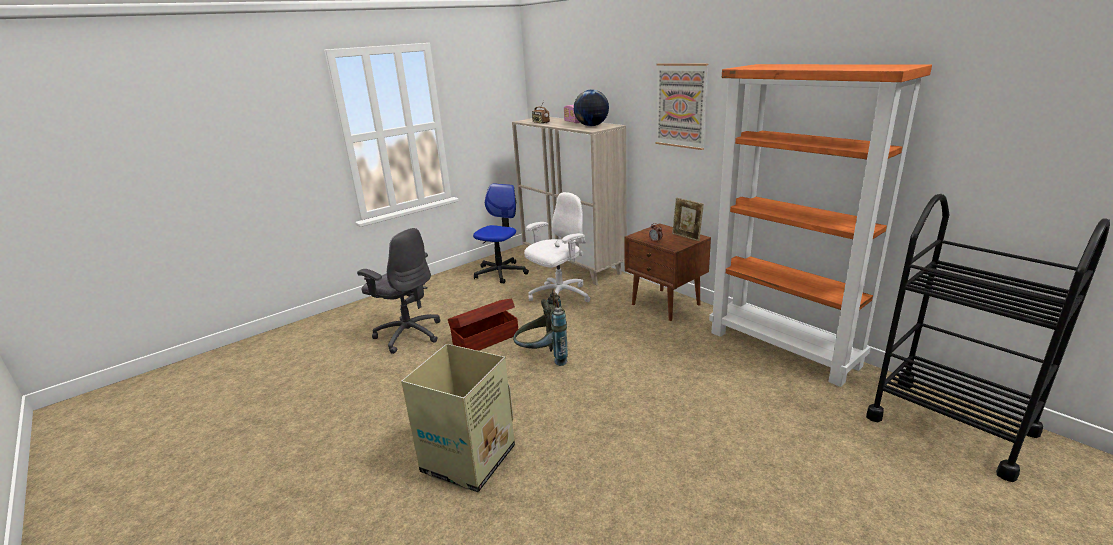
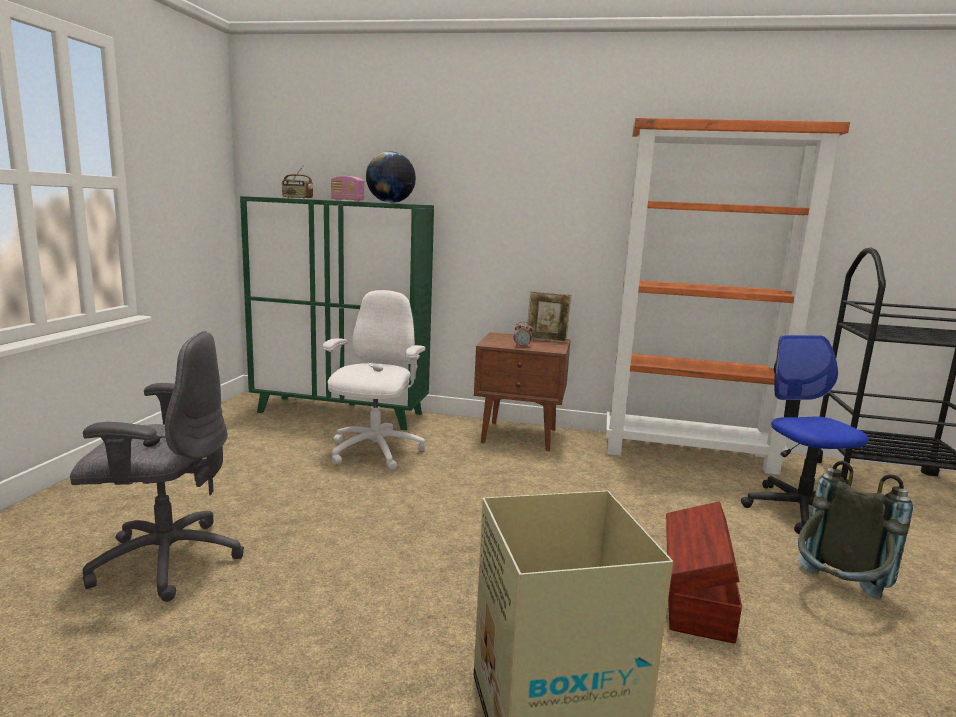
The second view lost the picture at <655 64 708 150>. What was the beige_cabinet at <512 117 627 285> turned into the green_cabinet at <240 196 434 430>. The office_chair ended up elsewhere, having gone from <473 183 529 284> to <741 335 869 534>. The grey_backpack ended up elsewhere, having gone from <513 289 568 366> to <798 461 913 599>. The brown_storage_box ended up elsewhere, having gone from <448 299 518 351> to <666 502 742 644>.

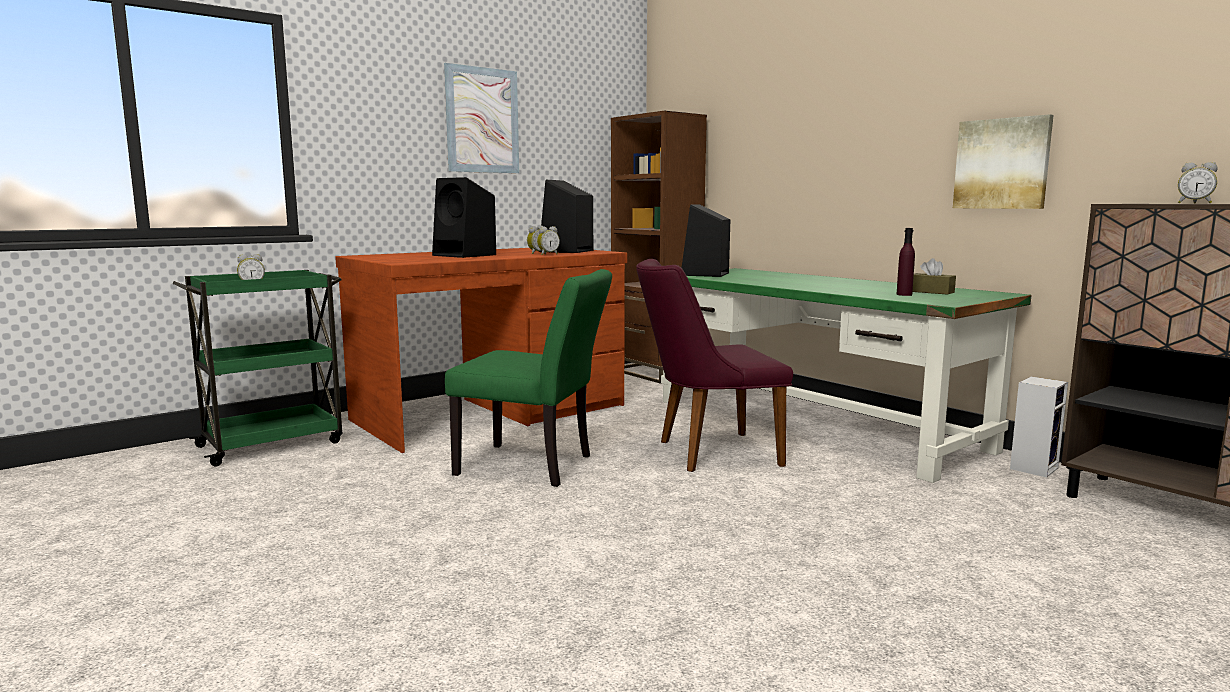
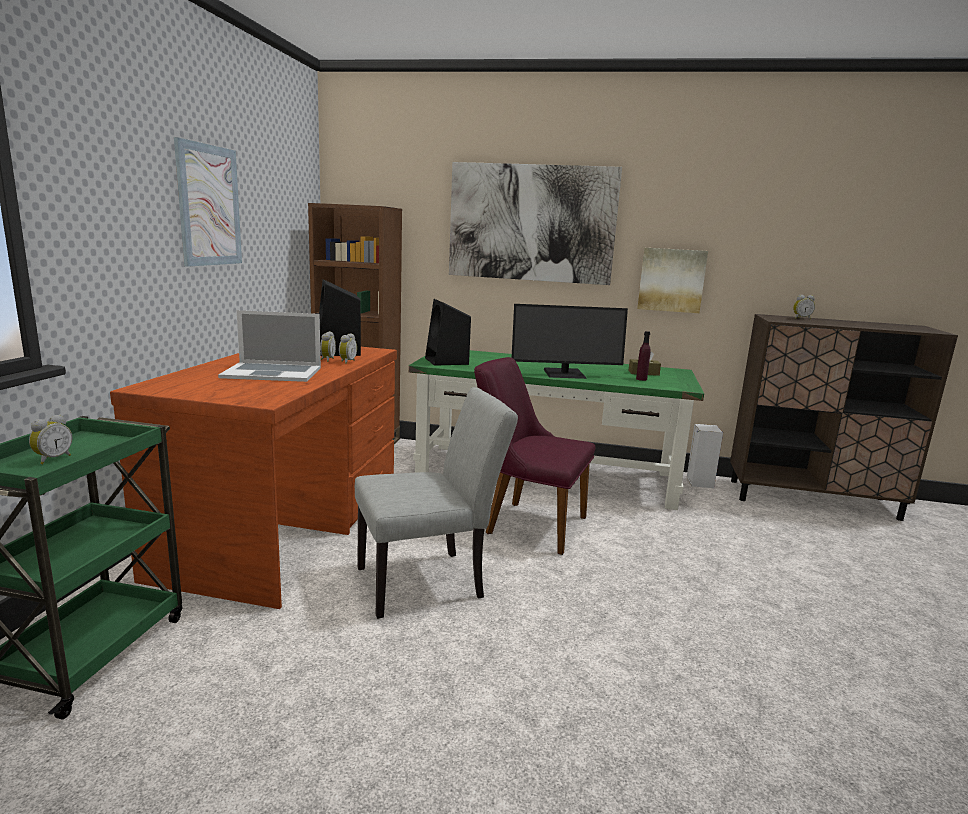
Where the black_speaker stood at <432 177 496 258>, the laptop came to stand at <218 310 321 382>. The purple_chair at <636 259 793 472> ended up facing another way, 75 degrees clockwise from before. What was the green_chair at <445 269 612 487> turned into the grey_chair at <355 387 518 619>. The second view gained the picture at <449 162 622 285>. The second view gained the monitor at <512 304 628 379>.

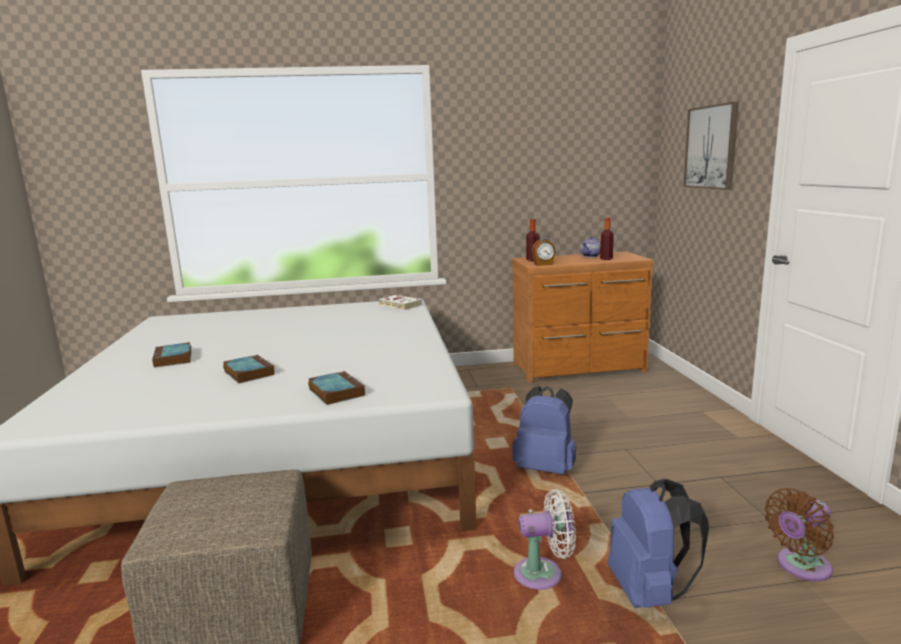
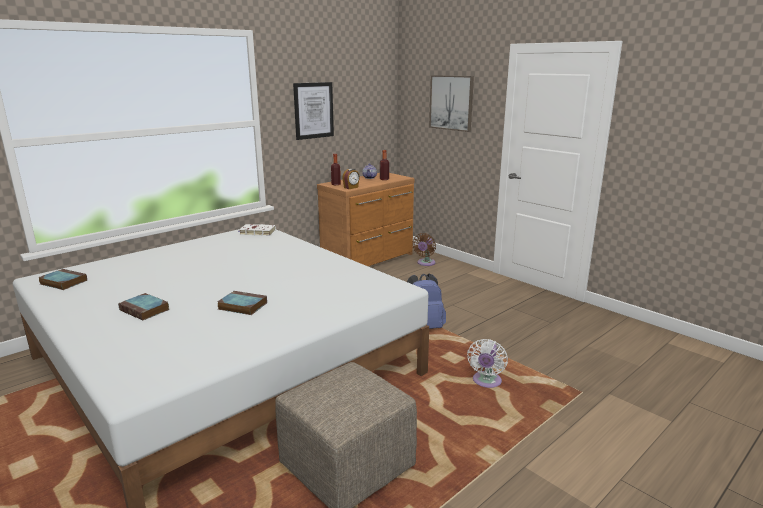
The book ended up elsewhere, having gone from <308 371 365 405> to <38 269 87 290>. The second view lost the blue_backpack at <608 479 709 608>. The brown_fan ended up elsewhere, having gone from <764 488 834 581> to <412 233 436 266>. The white_fan at <514 489 576 590> ended up facing another way, 150 degrees clockwise from before. The second view gained the picture at <293 82 334 140>.

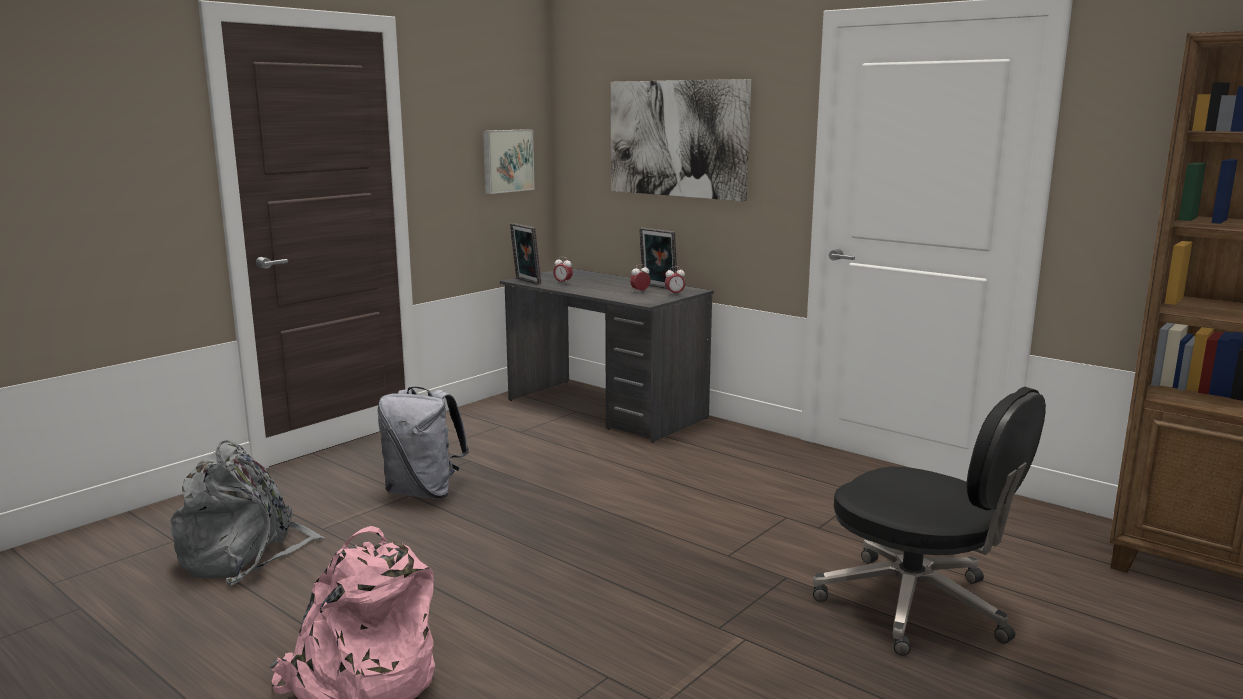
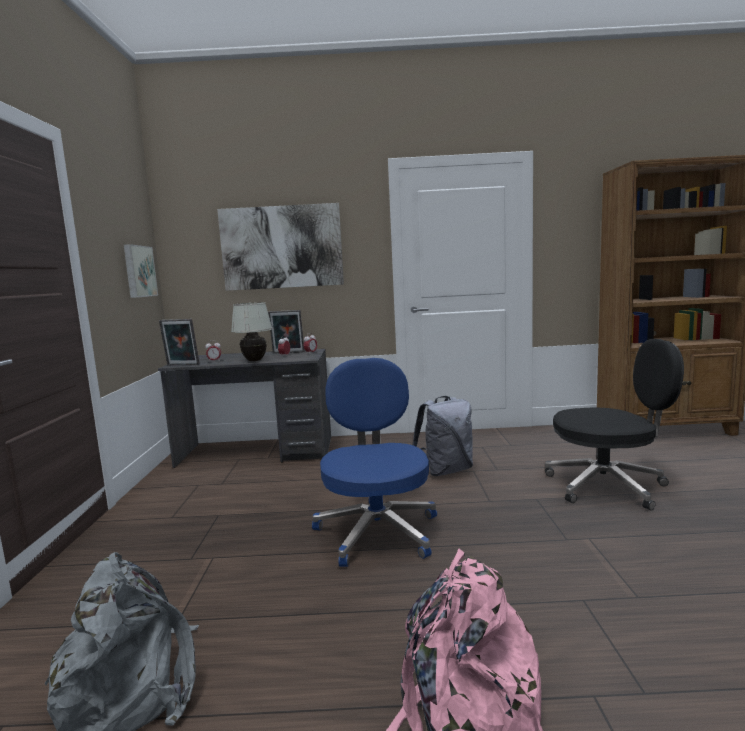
The grey_backpack ended up elsewhere, having gone from <377 387 469 499> to <412 396 473 476>. The second view gained the white_table_lamp at <231 302 272 361>. The second view gained the blue_office_chair at <312 358 437 567>.

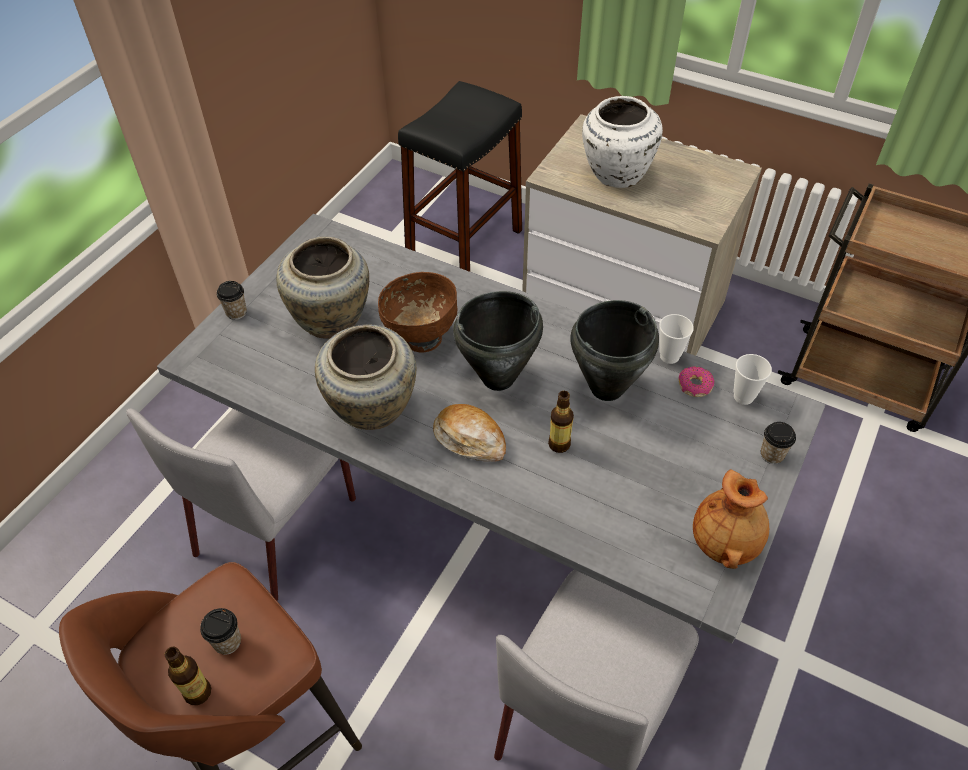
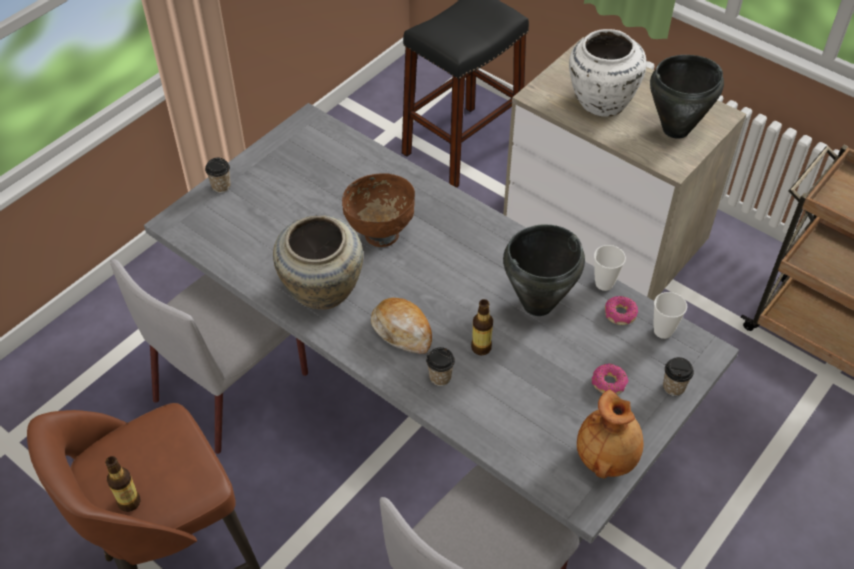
The second view lost the beige_vase at <276 237 369 339>. The black_cooking_pot ended up elsewhere, having gone from <453 291 543 391> to <650 55 724 139>. The cup ended up elsewhere, having gone from <200 608 241 655> to <426 347 455 386>. The second view gained the donut at <592 364 628 395>.

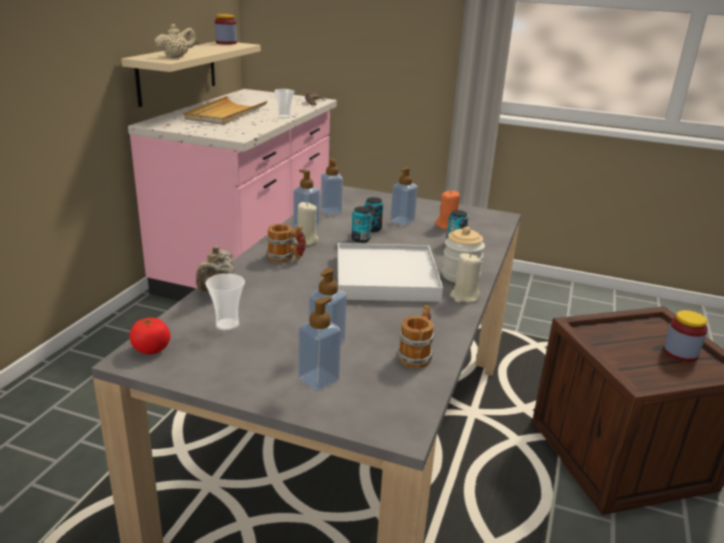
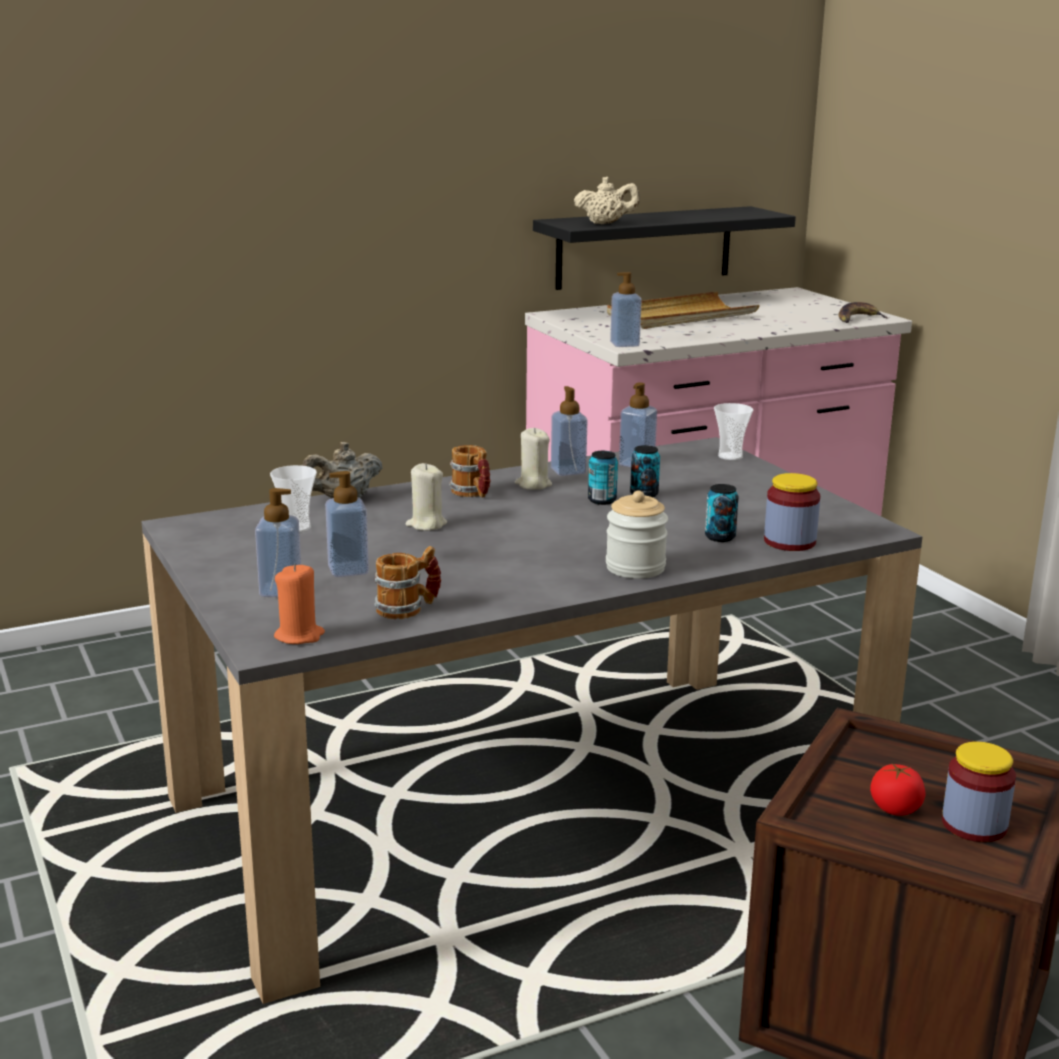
The jar ended up elsewhere, having gone from <215 14 237 45> to <764 473 820 551>. What was the beige_shelf at <121 42 261 107> turned into the black_shelf at <533 206 796 290>. The cup ended up elsewhere, having gone from <274 89 295 118> to <714 403 753 460>. The soap_dispenser ended up elsewhere, having gone from <390 167 418 225> to <610 272 642 347>. The orange_candle ended up elsewhere, having gone from <436 190 460 229> to <274 564 325 644>. The second view lost the white_tray at <337 243 443 302>. The beige_candle ended up elsewhere, having gone from <450 253 482 303> to <406 463 447 531>. The tomato ended up elsewhere, having gone from <129 318 170 355> to <870 764 925 816>.

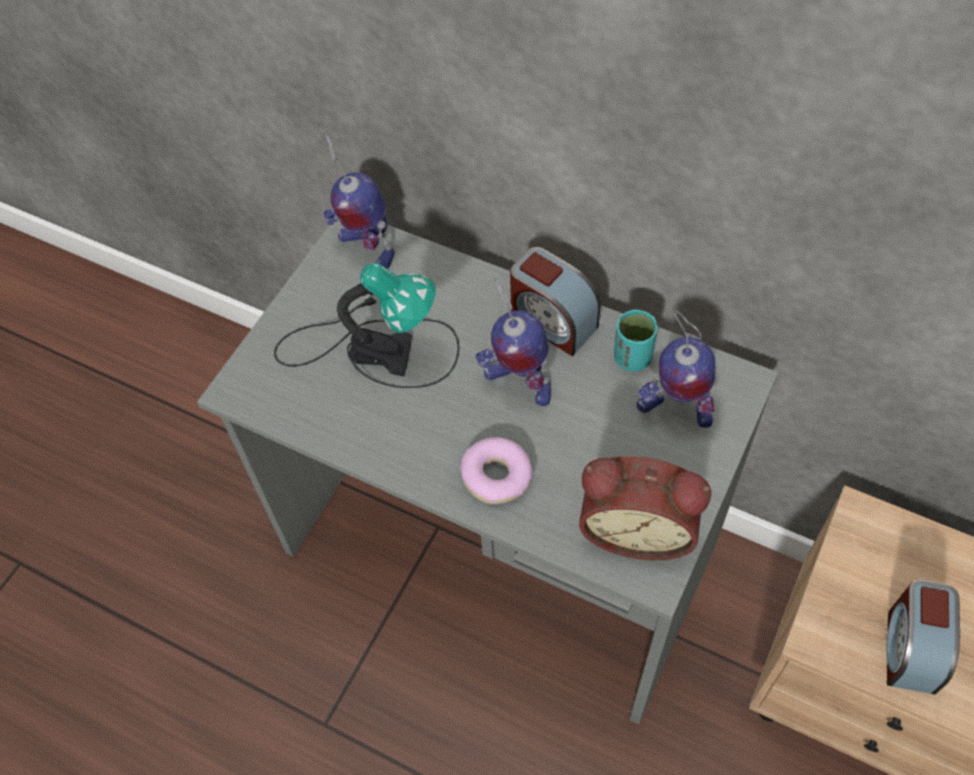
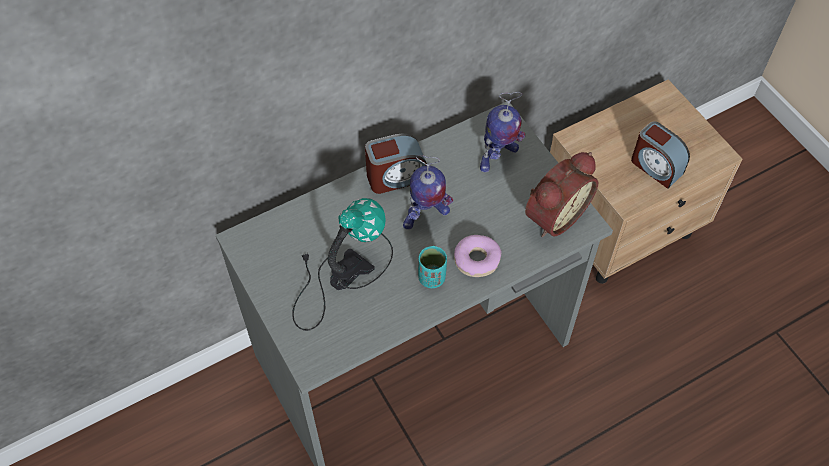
The second view lost the toy_robot at <323 133 395 269>. The turquoise_cup ended up elsewhere, having gone from <614 310 658 371> to <418 246 447 288>.

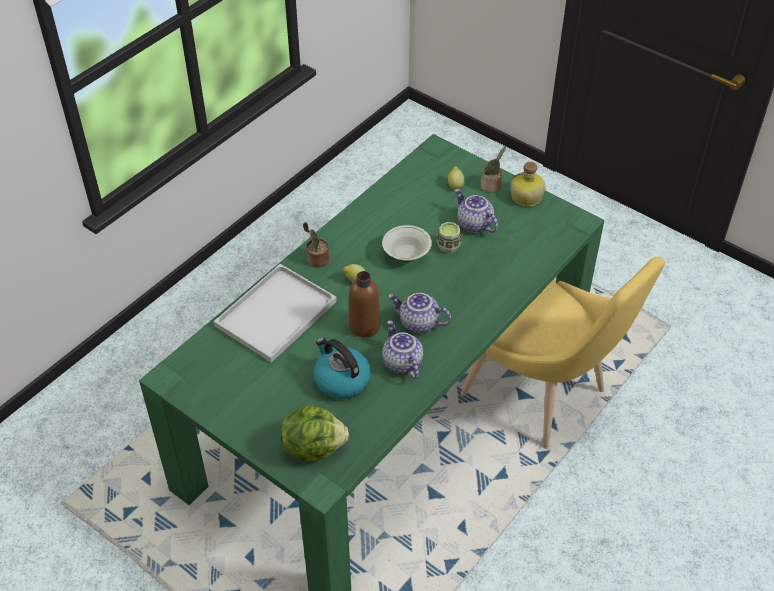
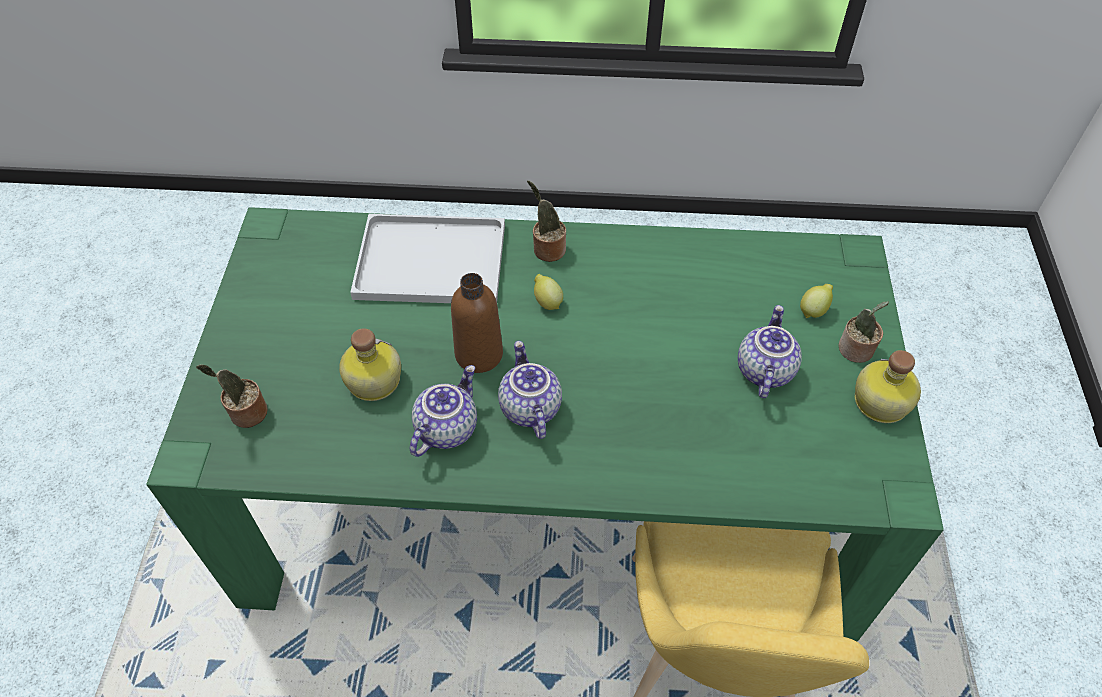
The second view lost the cup at <437 222 461 253>. The second view lost the white_bowl at <382 225 432 262>. Where the kettle stood at <314 337 371 399>, the bottle came to stand at <339 328 401 401>. Where the lettuce stood at <281 405 349 462>, the potted_plant came to stand at <196 364 267 428>.

